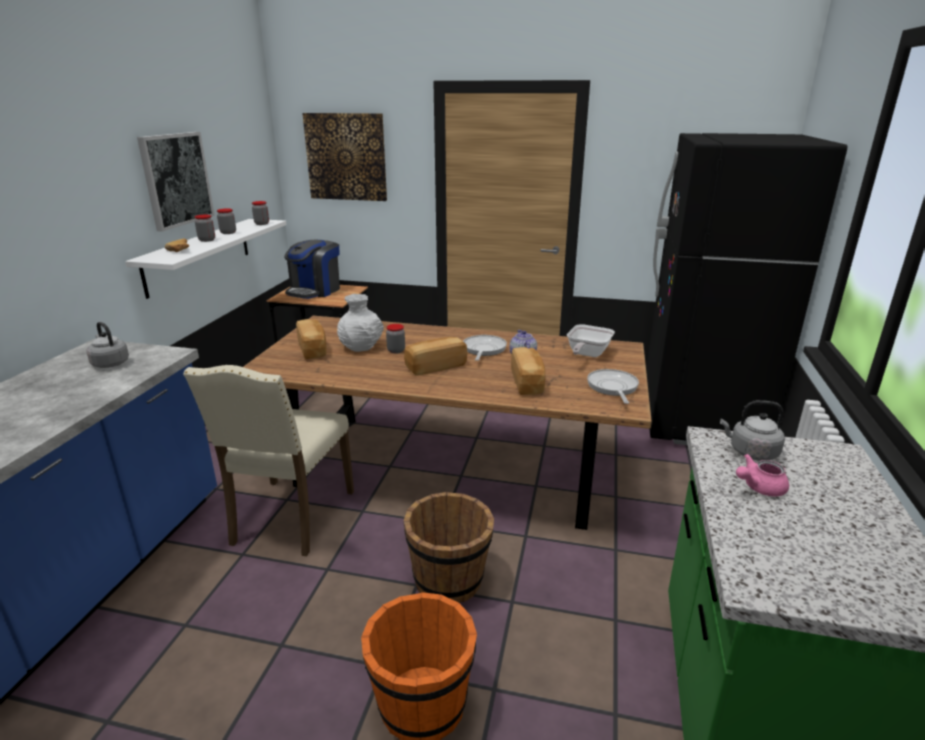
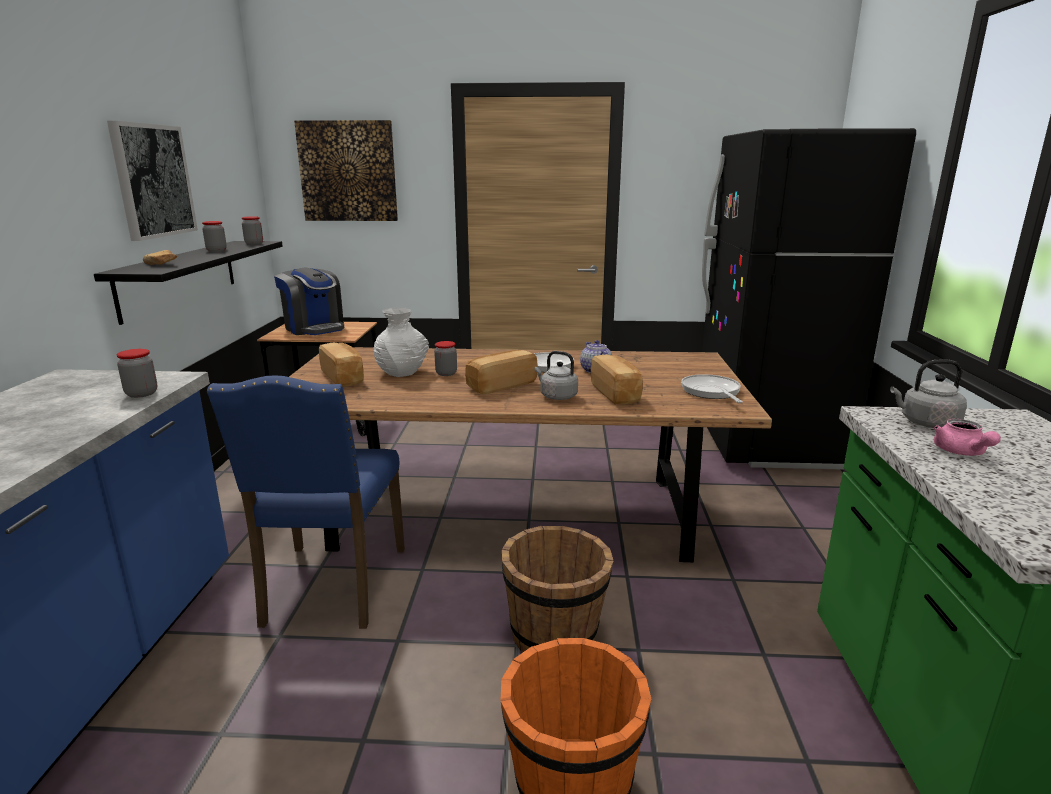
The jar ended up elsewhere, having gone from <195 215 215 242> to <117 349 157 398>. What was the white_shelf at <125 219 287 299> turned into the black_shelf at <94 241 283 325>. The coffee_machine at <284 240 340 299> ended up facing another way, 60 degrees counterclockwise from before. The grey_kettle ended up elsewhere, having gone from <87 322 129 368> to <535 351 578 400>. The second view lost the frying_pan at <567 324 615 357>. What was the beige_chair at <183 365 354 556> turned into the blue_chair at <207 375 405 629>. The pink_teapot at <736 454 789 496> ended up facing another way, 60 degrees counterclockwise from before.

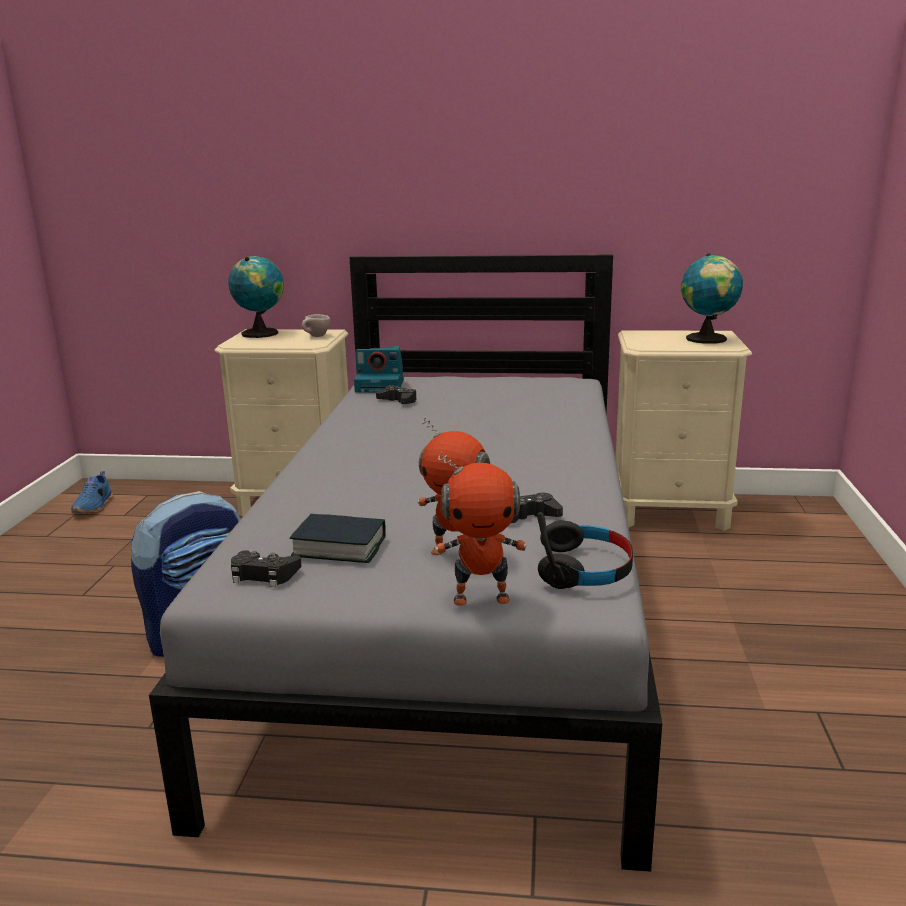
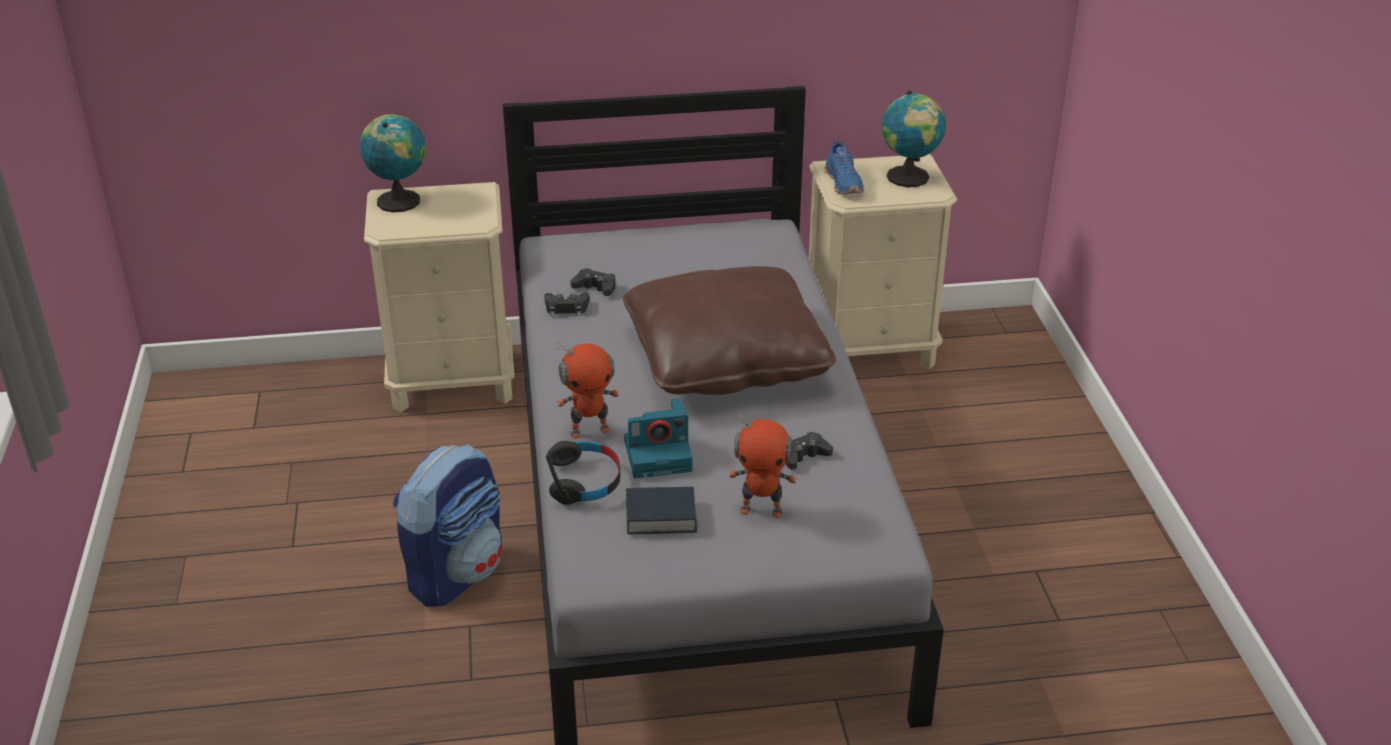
The second view lost the beige_cup at <302 314 330 337>. The photo_camera ended up elsewhere, having gone from <354 346 404 393> to <624 398 693 478>. The toy_robot ended up elsewhere, having gone from <435 452 527 606> to <556 342 619 439>. The blue_shoe ended up elsewhere, having gone from <71 471 113 513> to <824 138 864 195>. The black_headphones ended up elsewhere, having gone from <537 512 633 589> to <546 441 620 505>. The black_game_controller ended up elsewhere, having gone from <231 550 301 587> to <544 293 590 316>. The second view gained the brown_pillow at <623 266 836 395>.

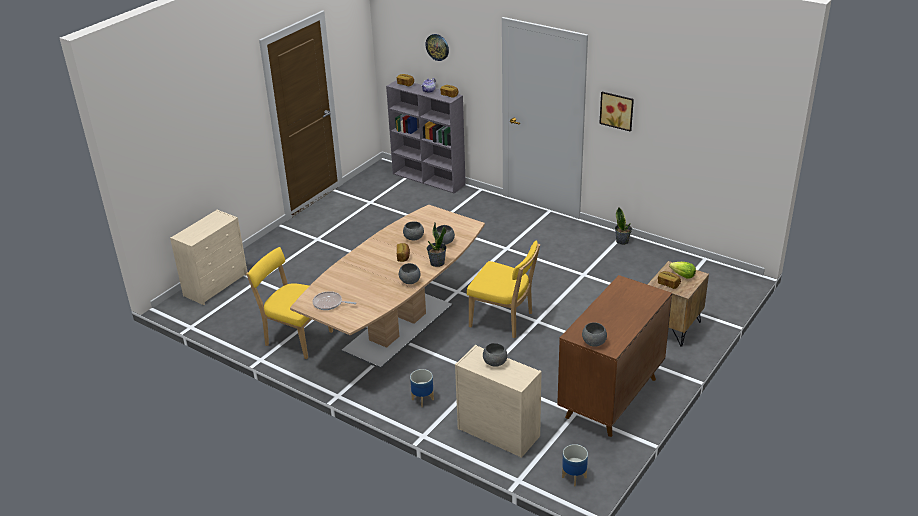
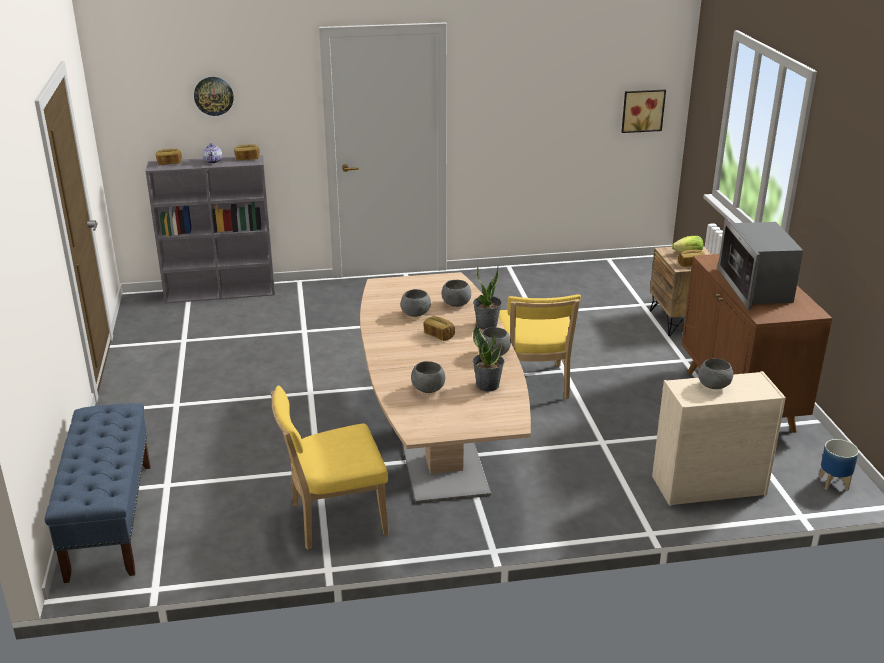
The picture ended up elsewhere, having gone from <599 92 634 132> to <622 90 666 133>. The potted_plant ended up elsewhere, having gone from <615 207 632 245> to <473 324 504 392>. Where the beige_dresser stood at <170 209 247 305>, the blue_bench came to stand at <45 403 151 583>. The yellow_chair at <467 241 540 338> ended up facing another way, 105 degrees clockwise from before. The second view lost the frying_pan at <312 291 356 310>. The grey_bowl ended up elsewhere, having gone from <582 322 607 347> to <411 361 445 393>. The second view lost the planter at <410 369 434 407>. The second view gained the microwave at <718 217 803 310>.

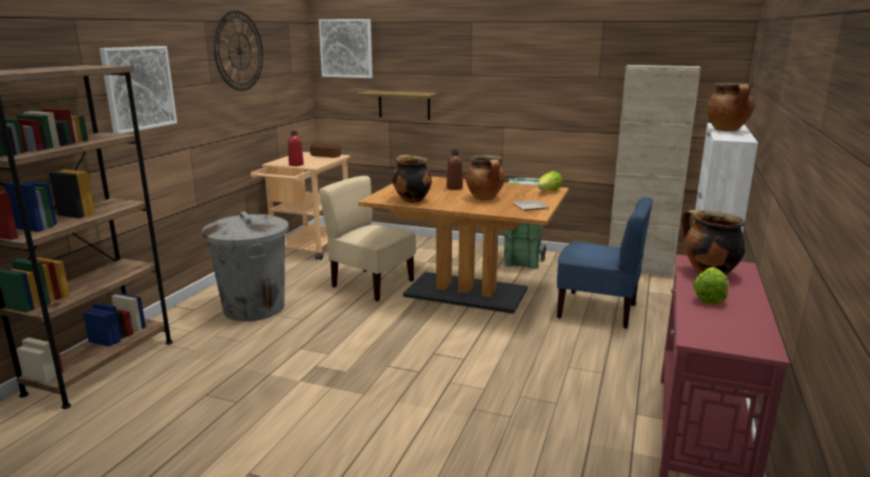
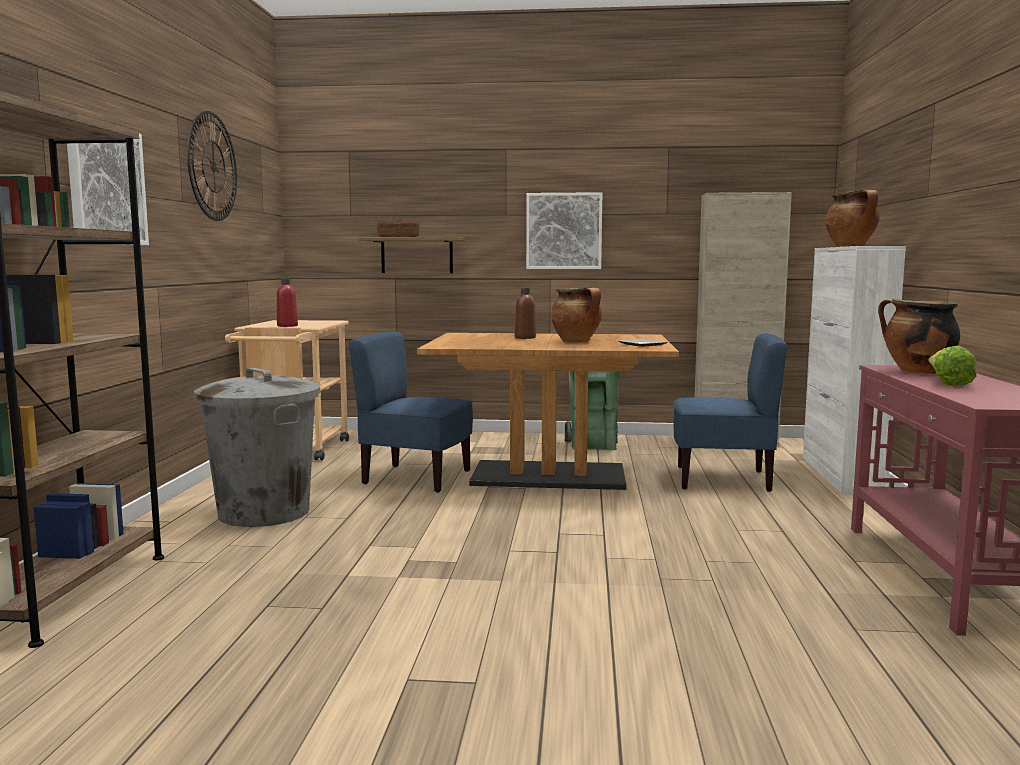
The picture ended up elsewhere, having gone from <319 19 373 78> to <526 192 602 269>. The bread ended up elsewhere, having gone from <310 142 341 158> to <377 219 419 237>. The second view lost the cooking_pot at <392 155 432 203>. The second view lost the lettuce at <538 171 563 191>. What was the beige_chair at <319 176 415 301> turned into the blue_chair at <349 332 473 493>.

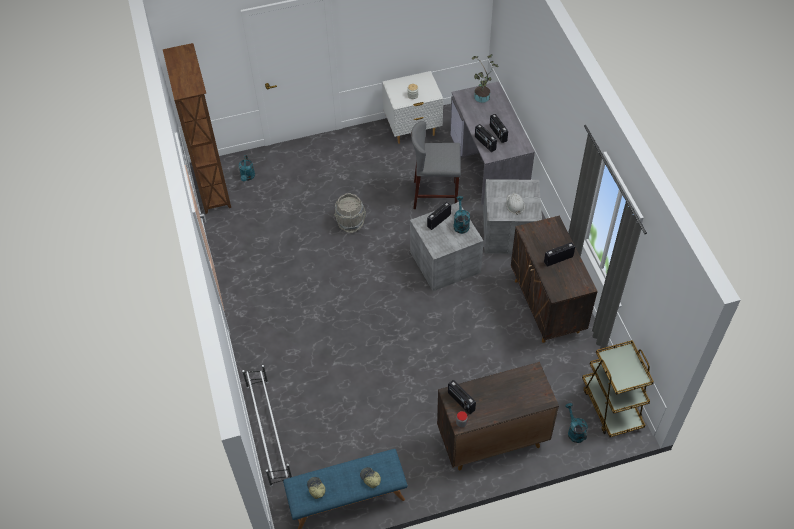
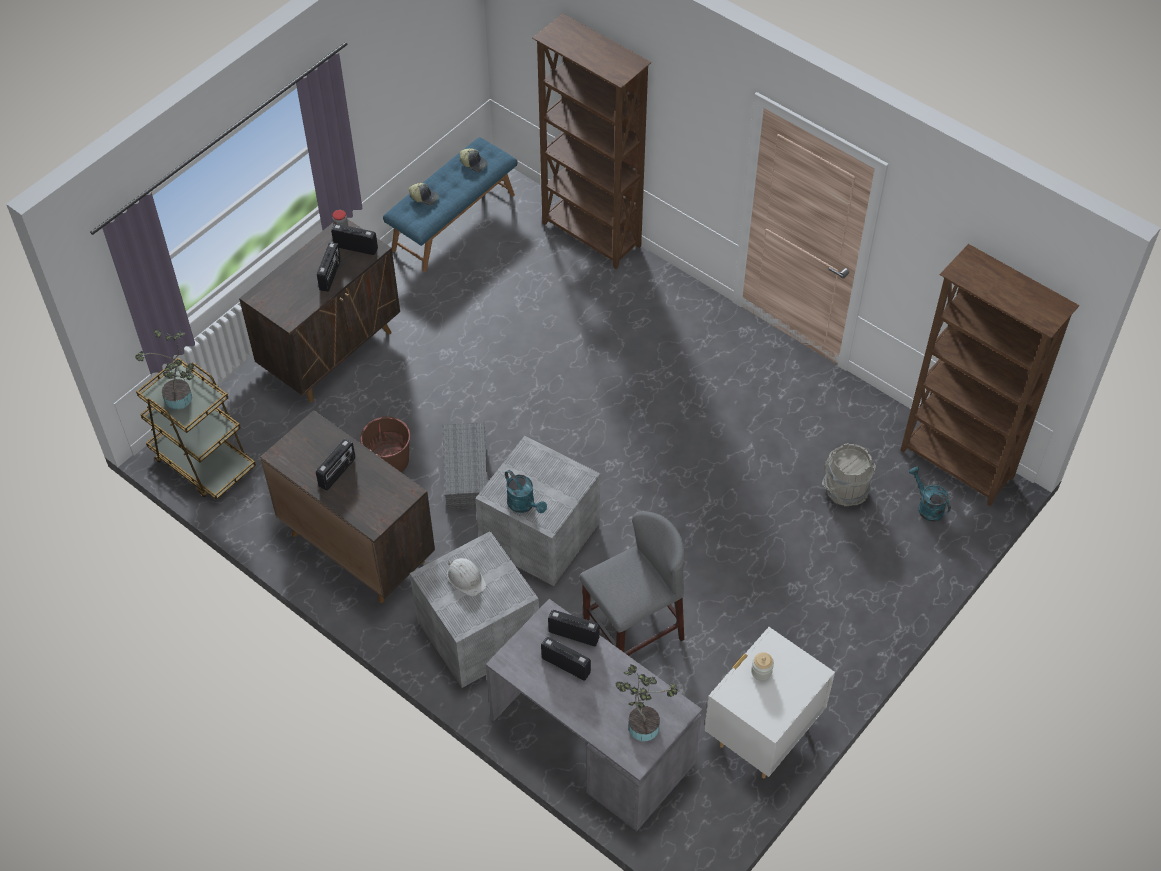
The grey_bucket ended up elsewhere, having gone from <334 193 366 233> to <822 443 876 506>. The radio ended up elsewhere, having gone from <427 202 451 230> to <317 242 341 292>. Where the white_shoe_rack stood at <242 365 292 486>, the brown_bookcase came to stand at <532 13 652 269>. The second view lost the turquoise_watering_can at <565 403 588 443>. The second view gained the potted_plant at <135 329 194 410>. The second view gained the brown_bucket at <360 417 411 473>. The second view gained the grey_storage_box at <442 422 488 510>.

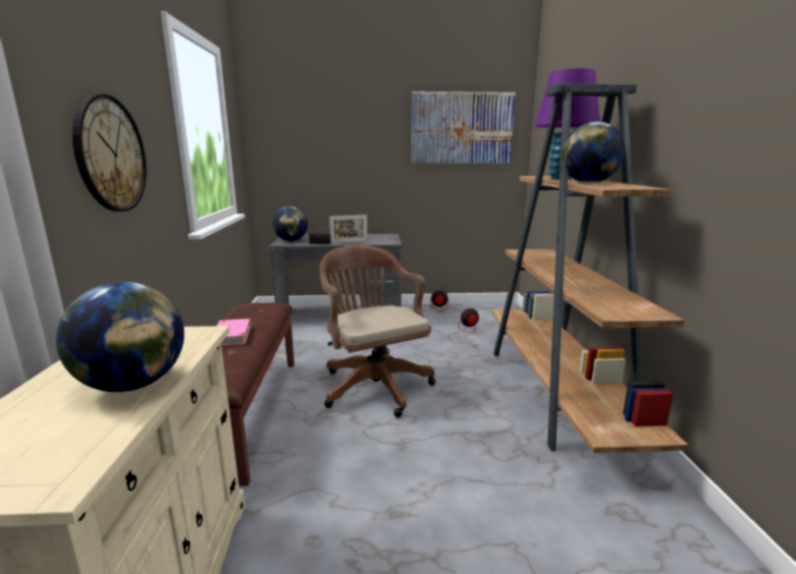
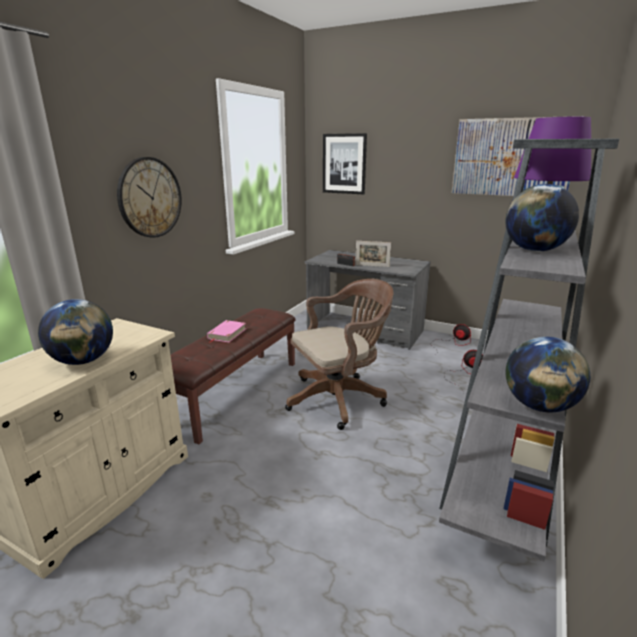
What was the brown_bookcase at <492 84 688 453> turned into the grey_bookcase at <439 139 619 561>. The globe ended up elsewhere, having gone from <272 206 308 241> to <506 336 590 412>. The brown_office_chair at <320 245 436 418> ended up facing another way, 60 degrees clockwise from before. The second view gained the picture at <323 133 367 194>.

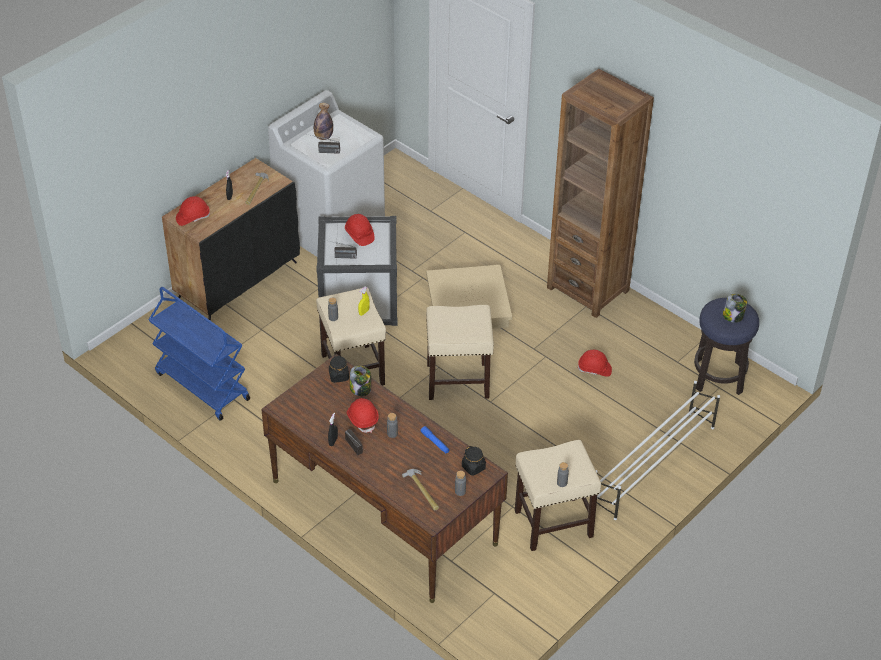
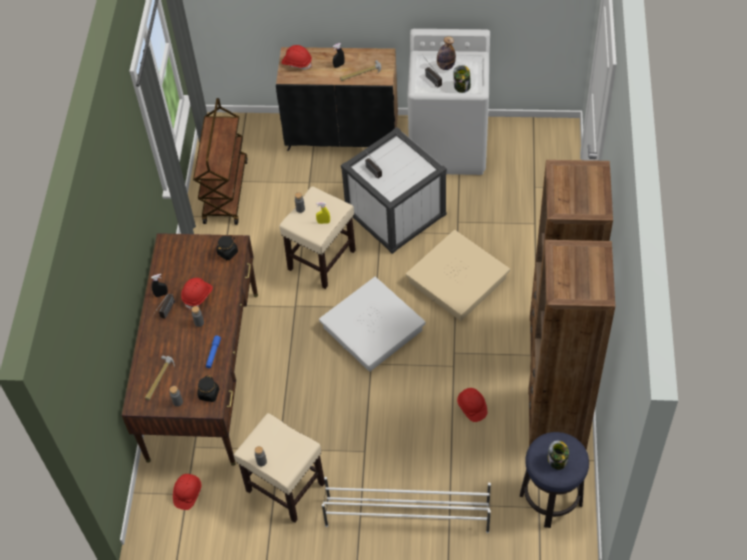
The red_hard_hat ended up elsewhere, having gone from <345 214 375 246> to <173 474 201 510>. What was the blue_cart at <149 287 250 421> turned into the brown_cart at <193 98 248 225>. Where the beige_stool stood at <426 305 494 400>, the white_storage_box came to stand at <319 277 426 372>. The jar ended up elsewhere, having gone from <350 366 371 396> to <453 65 471 93>. The second view gained the brown_bookcase at <528 240 615 450>.

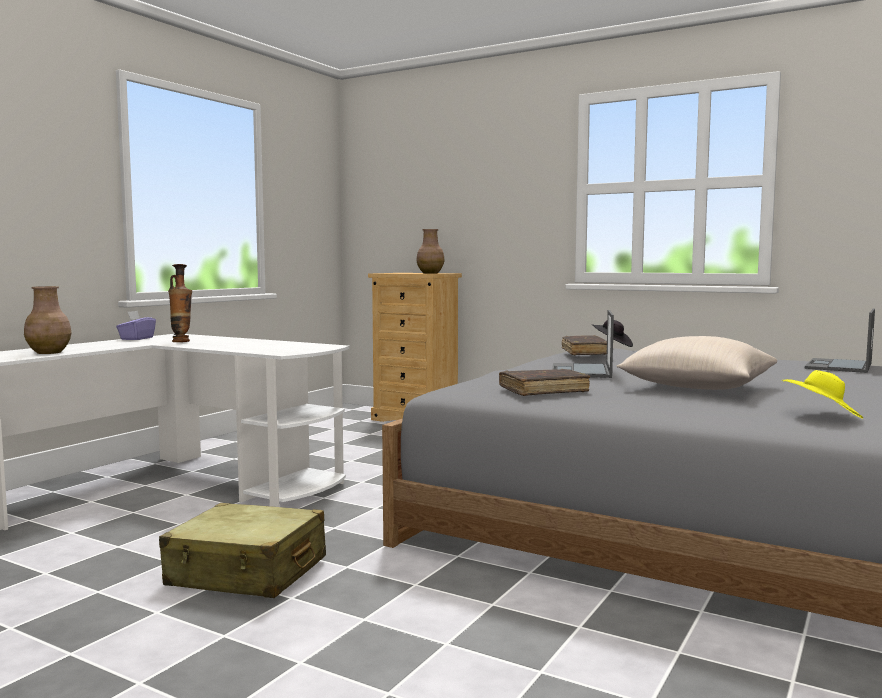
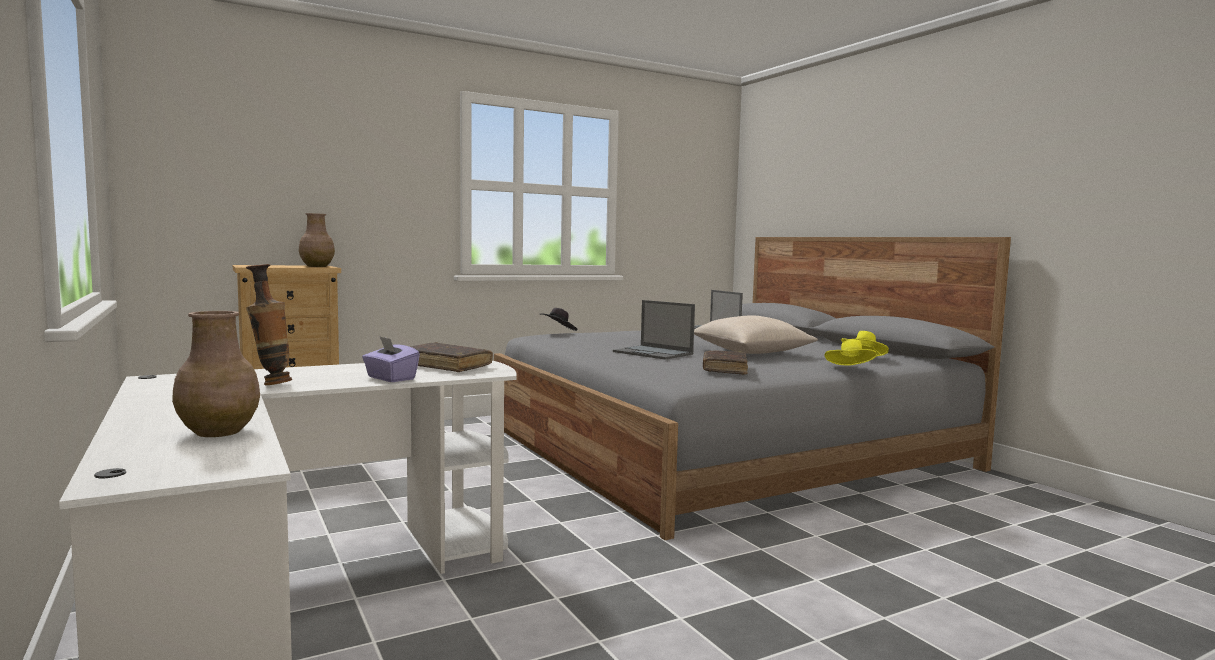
The purple_tissue_box ended up elsewhere, having gone from <116 311 156 340> to <362 336 420 382>. The brown_book ended up elsewhere, having gone from <562 335 607 356> to <411 342 493 372>. The second view lost the beige_suitcase at <159 503 326 598>. The second view gained the yellow_hat at <825 339 878 365>.

